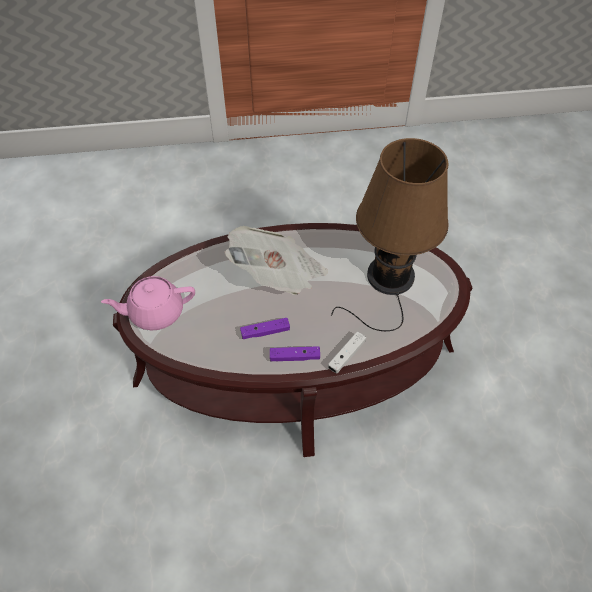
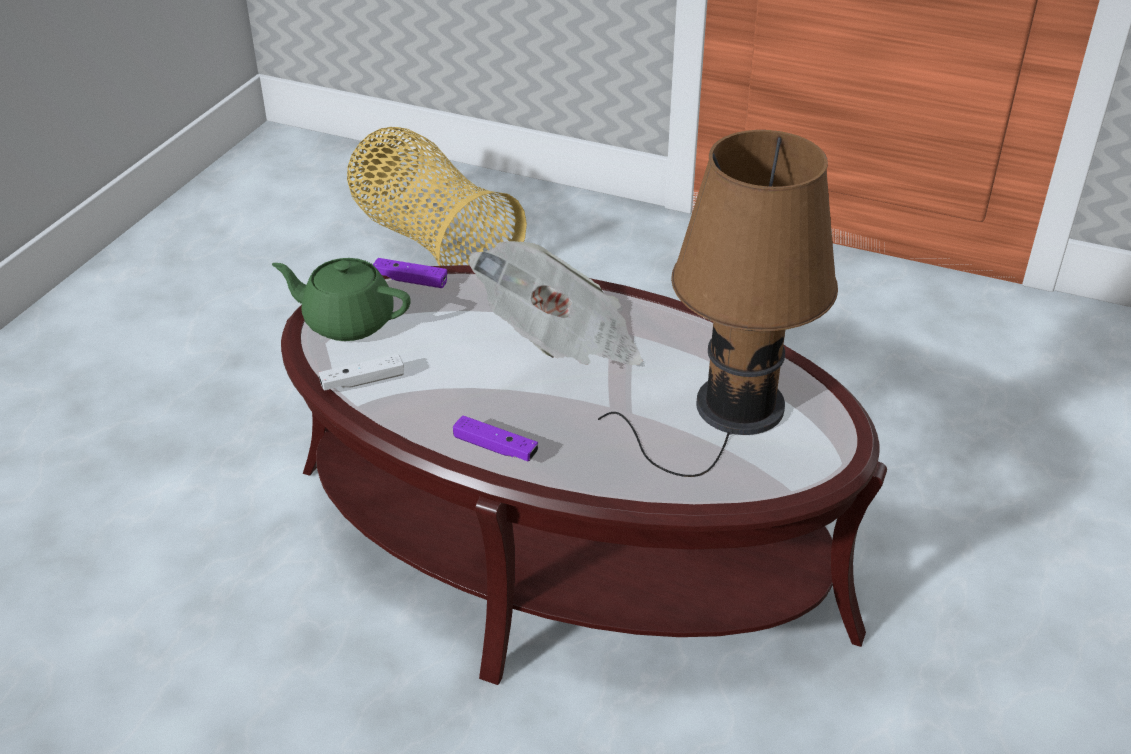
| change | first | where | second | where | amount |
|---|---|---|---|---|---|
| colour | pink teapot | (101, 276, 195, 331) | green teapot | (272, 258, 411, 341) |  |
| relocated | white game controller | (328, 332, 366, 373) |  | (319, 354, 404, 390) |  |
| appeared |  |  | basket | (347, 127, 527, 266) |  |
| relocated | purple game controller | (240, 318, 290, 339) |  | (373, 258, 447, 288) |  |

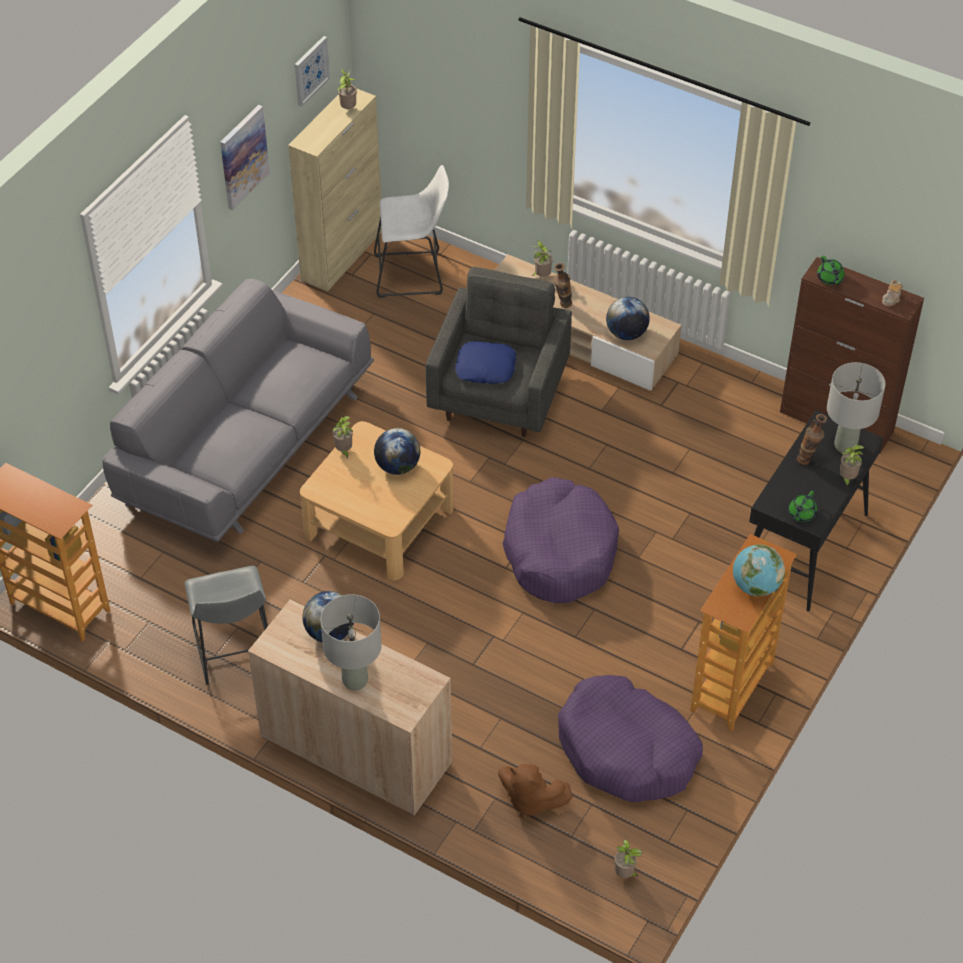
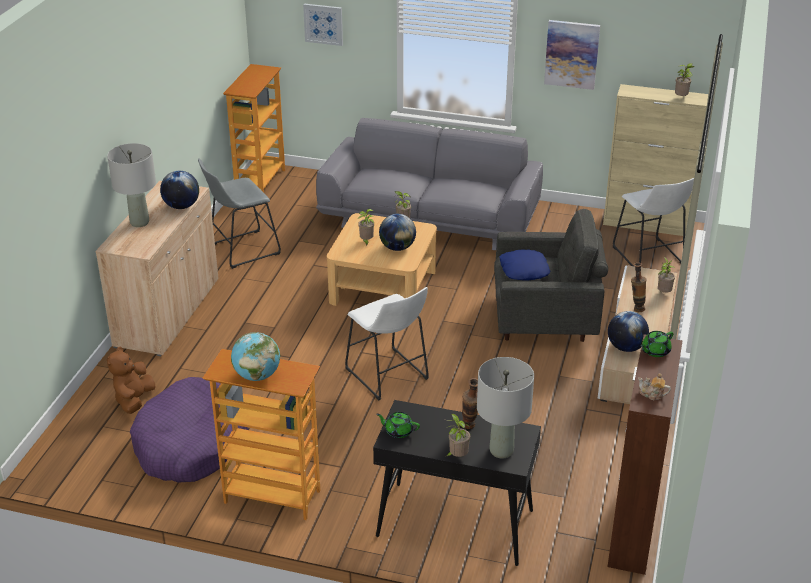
| change | first | where | second | where | amount |
|---|---|---|---|---|---|
| relocated | picture | (295, 36, 330, 107) |  | (303, 4, 343, 46) |  |
| exchanged | purple dog bed | (502, 477, 619, 603) | white stool | (345, 287, 429, 401) |  |
| relocated | potted plant | (614, 839, 643, 878) |  | (358, 209, 374, 247) |  |

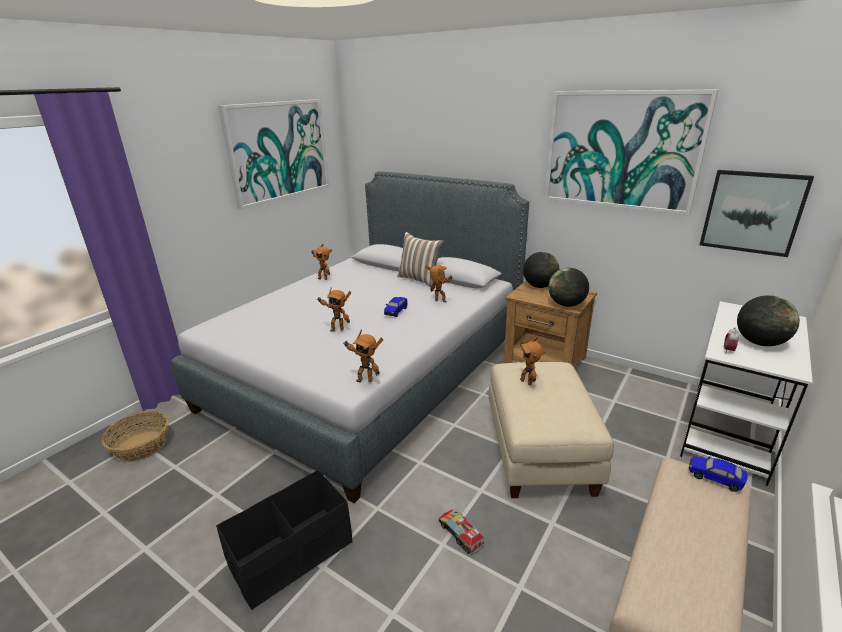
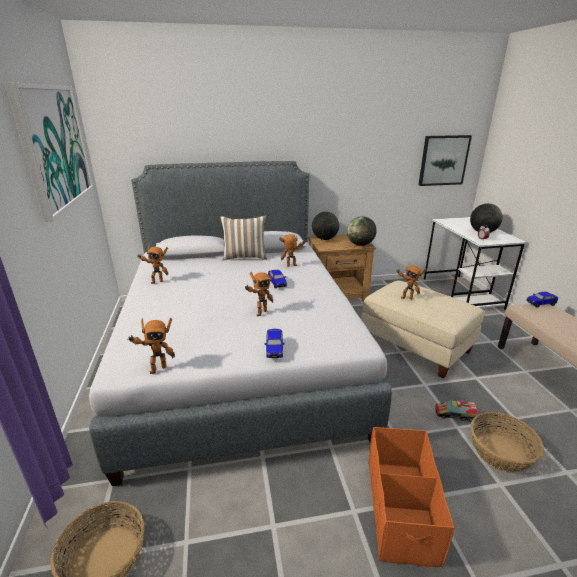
| change | first | where | second | where | amount |
|---|---|---|---|---|---|
| relocated | toy robot | (344, 330, 383, 383) |  | (127, 318, 175, 374) |  |
| appeared |  |  | toy car | (264, 329, 284, 358) |  |
| colour | black storage box | (216, 470, 352, 610) | orange storage box | (368, 427, 454, 567) |  |
| appeared |  |  | basket | (471, 412, 544, 473) |  |
| missing | picture | (545, 89, 718, 215) |  |  |  |

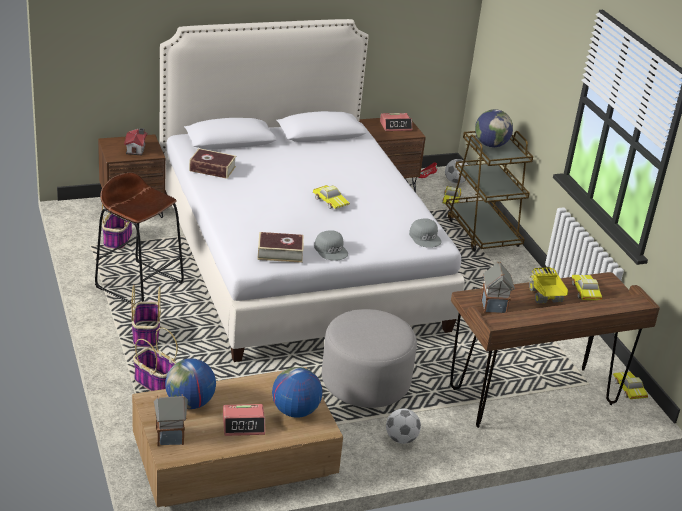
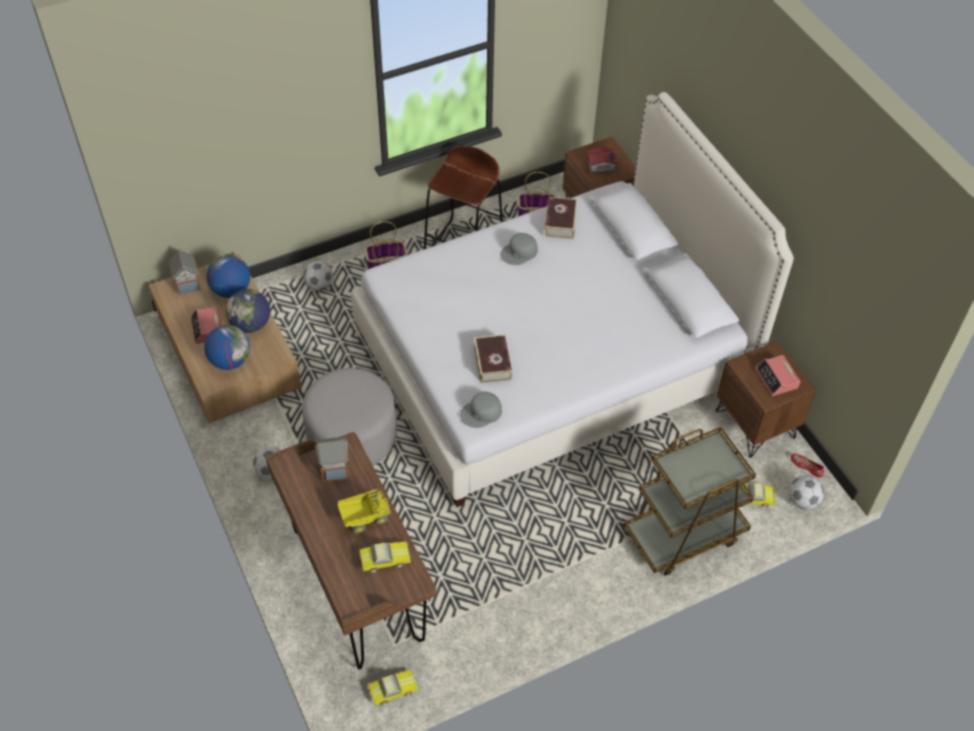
| change | first | where | second | where | amount |
|---|---|---|---|---|---|
| relocated | globe | (475, 109, 513, 147) |  | (226, 289, 270, 333) |  |
| exchanged | basket | (133, 327, 178, 391) | football | (303, 261, 333, 291) |  |
| relocated | book | (257, 232, 304, 263) |  | (474, 334, 513, 383) |  |
| relocated | grey cap | (314, 230, 348, 261) |  | (500, 233, 538, 265) |  |
| missing | toy car | (313, 185, 350, 209) |  |  |  |

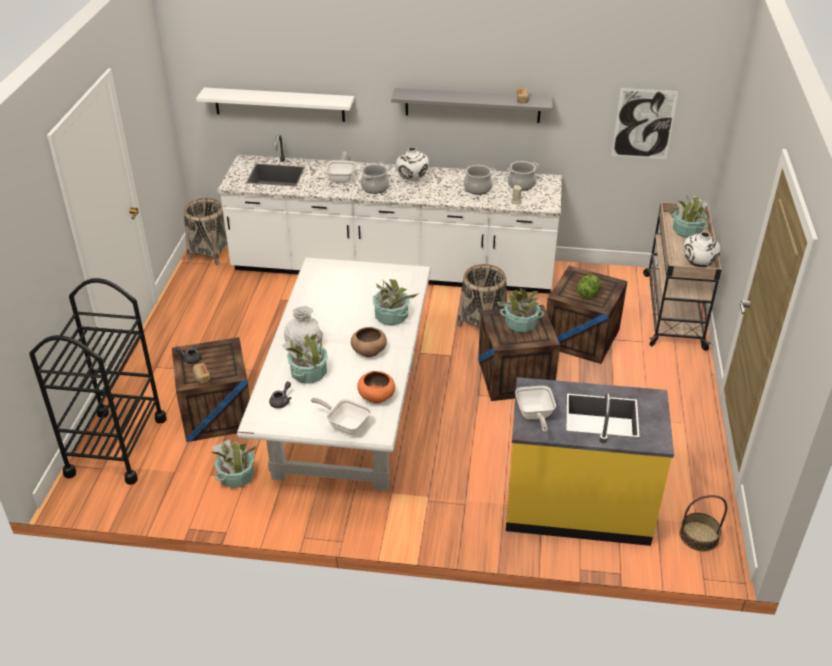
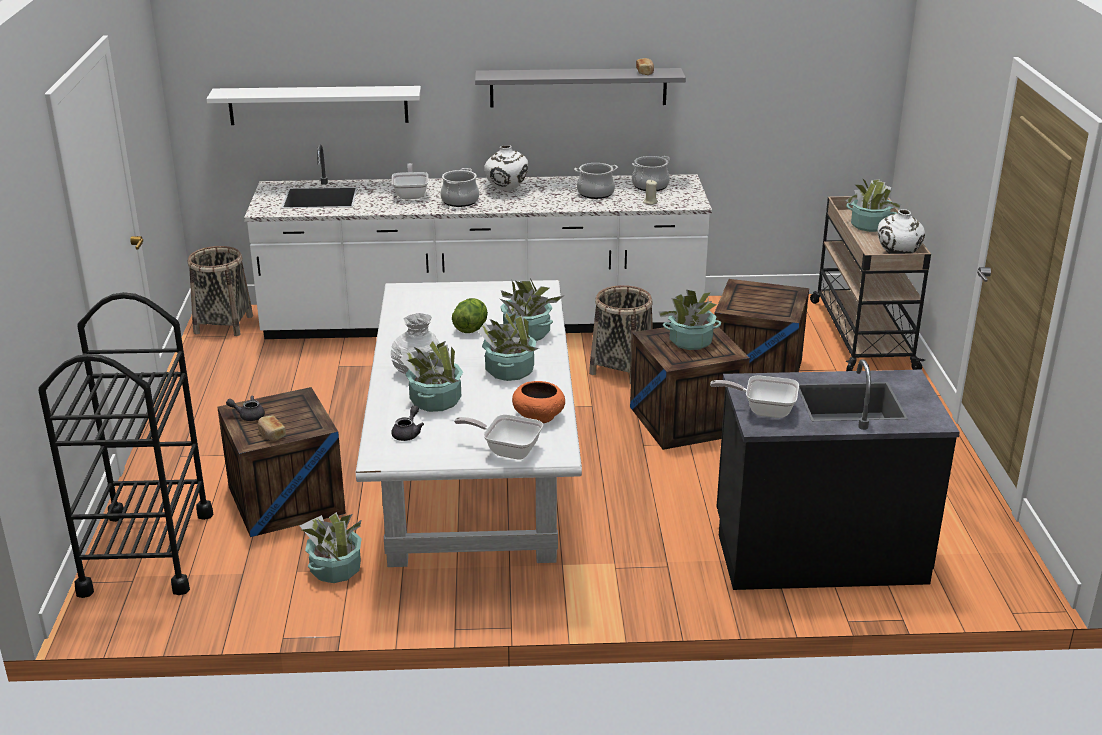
| change | first | where | second | where | amount |
|---|---|---|---|---|---|
| relocated | lettuce | (576, 275, 601, 299) |  | (452, 298, 488, 333) |  |
| exchanged | brown bowl | (351, 327, 387, 357) | potted plant | (478, 312, 539, 381) |  |
| spun | frying pan | (515, 386, 556, 433) |  | (710, 375, 799, 418) | 120 degrees clockwise |
| colour | yellow counter | (506, 377, 674, 546) | black counter | (716, 359, 960, 590) |  |
| missing | picture | (611, 88, 678, 159) |  |  |  |
| missing | basket | (680, 495, 727, 551) |  |  |  |

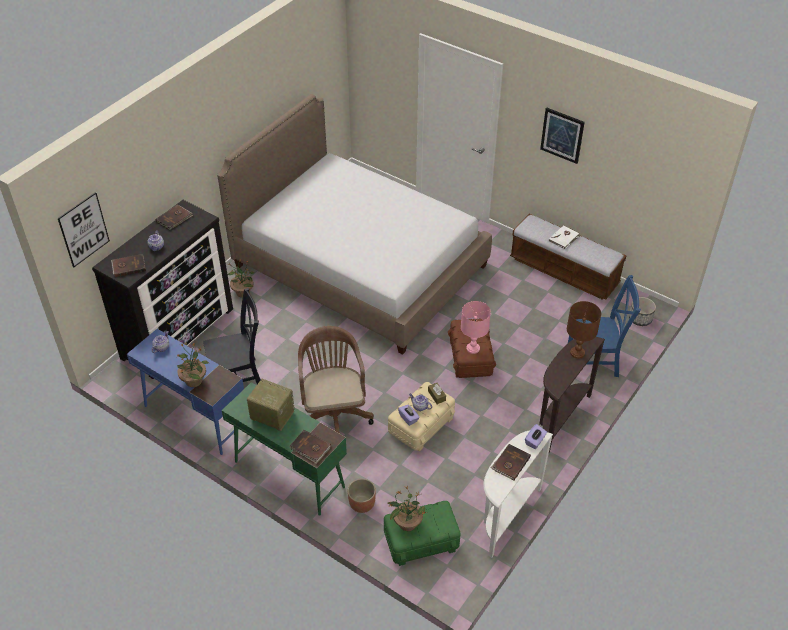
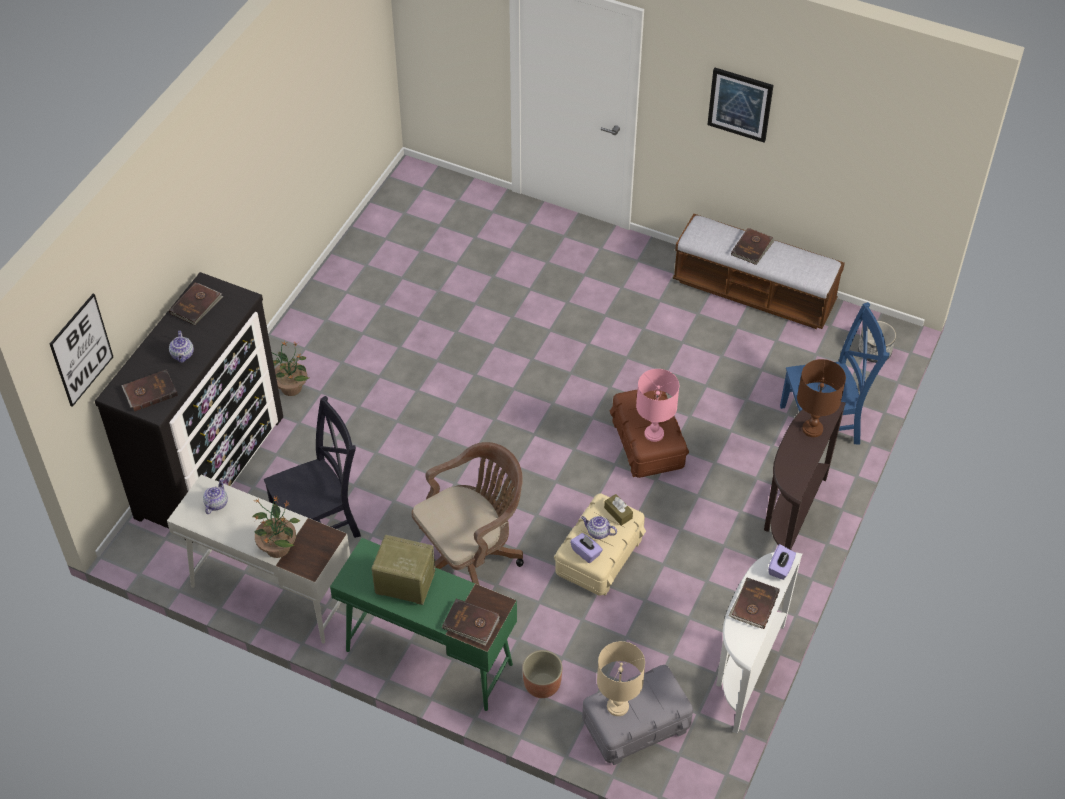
| change | first | where | second | where | amount |
|---|---|---|---|---|---|
| colour | blue desk | (127, 329, 244, 455) | white desk | (167, 475, 350, 644) |  |
| spun | brown office chair | (298, 326, 374, 434) |  | (411, 442, 524, 585) | 75 degrees clockwise |
| colour | green storage box | (384, 501, 461, 566) | grey storage box | (582, 665, 693, 765) |  |
| exchanged | potted plant | (388, 486, 427, 531) | beige table lamp | (597, 641, 645, 716) |  |
| colour | white book | (549, 225, 581, 249) | brown book | (731, 228, 775, 265) |  |
| missing | bed | (217, 94, 492, 355) |  |  |  |

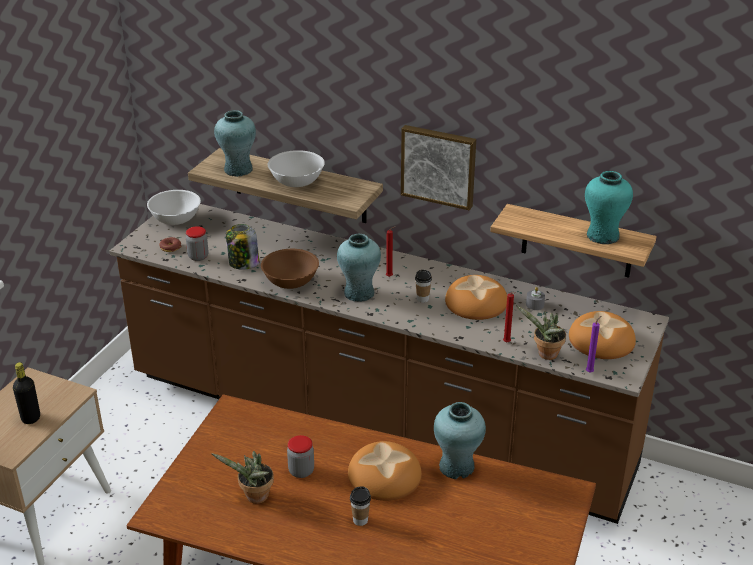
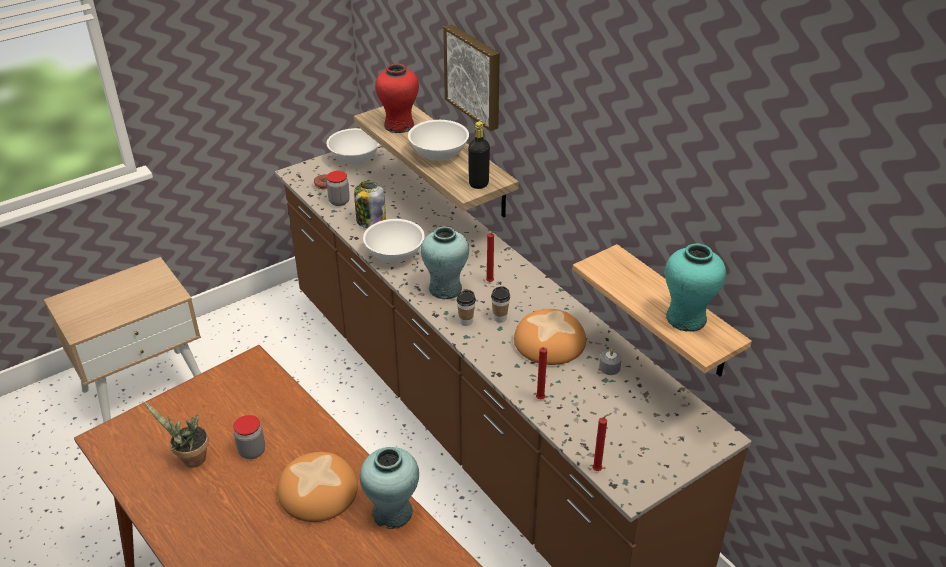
| change | first | where | second | where | amount |
|---|---|---|---|---|---|
| colour | brown bowl | (261, 249, 319, 289) | white bowl | (363, 219, 425, 263) |  |
| colour | turquoise vase | (214, 110, 256, 177) | red vase | (375, 63, 419, 133) |  |
| relocated | picture | (401, 125, 476, 210) |  | (443, 24, 500, 131) |  |
| relocated | cup | (350, 487, 371, 526) |  | (456, 290, 476, 326) |  |
| relocated | black bottle | (13, 362, 40, 424) |  | (468, 121, 490, 189) |  |
| colour | purple candle | (586, 316, 601, 373) | red candle | (592, 413, 612, 471) |  |
| missing | potted plant | (516, 305, 566, 360) |  |  |  |
| missing | bread | (569, 311, 636, 359) |  |  |  |

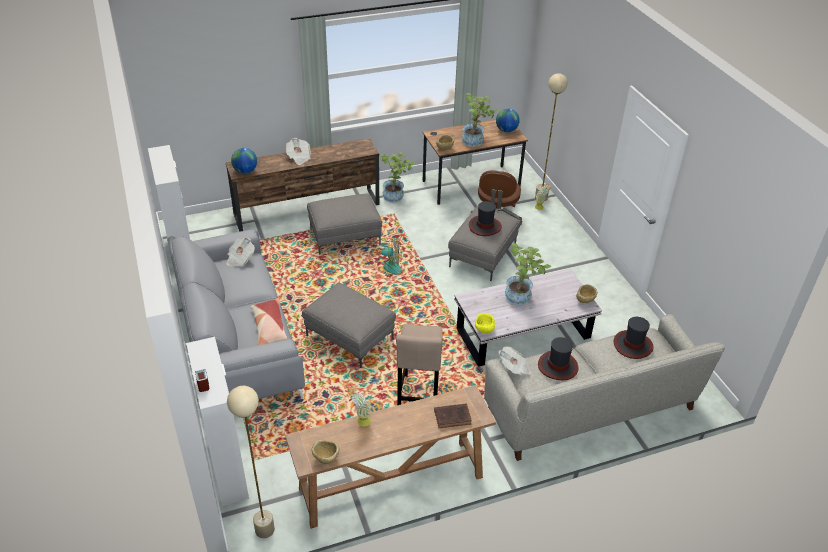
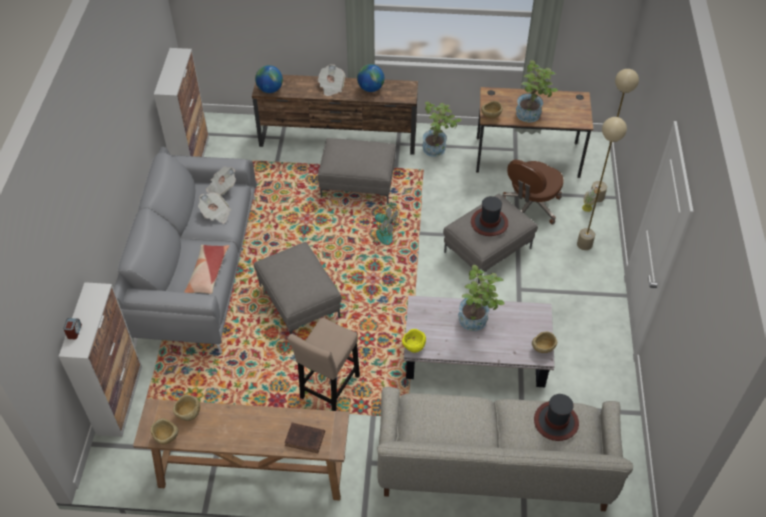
| change | first | where | second | where | amount |
|---|---|---|---|---|---|
| appeared |  |  | beige bowl | (173, 395, 200, 421) |  |
| relocated | newspaper | (499, 346, 531, 375) |  | (198, 192, 231, 224) |  |
| relocated | globe | (496, 108, 520, 132) |  | (357, 64, 385, 92) |  |
| relocated | beige floor lamp | (227, 386, 275, 538) |  | (577, 117, 627, 250) |  |
| missing | potted plant | (348, 386, 372, 426) |  |  |  |
| missing | hat | (538, 337, 578, 380) |  |  |  |

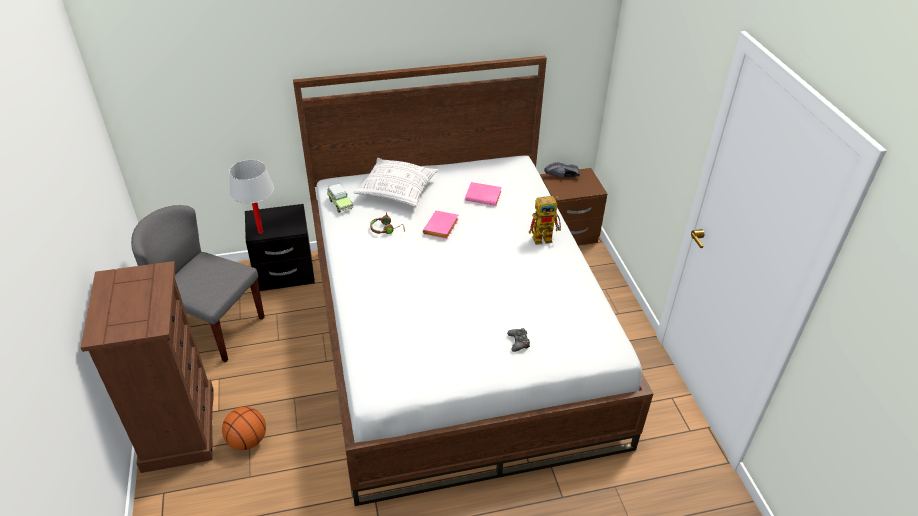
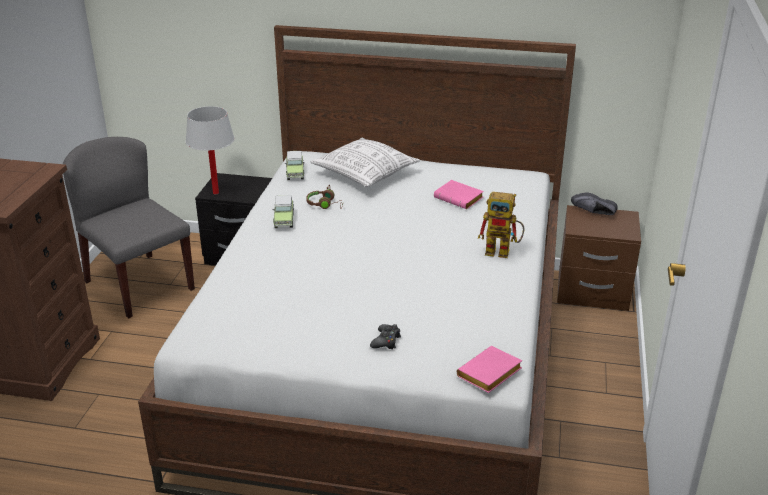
| change | first | where | second | where | amount |
|---|---|---|---|---|---|
| appeared |  |  | toy car | (273, 195, 294, 228) |  |
| relocated | pink book | (423, 211, 459, 239) |  | (457, 346, 522, 393) |  |
| missing | basketball | (222, 407, 266, 450) |  |  |  |

